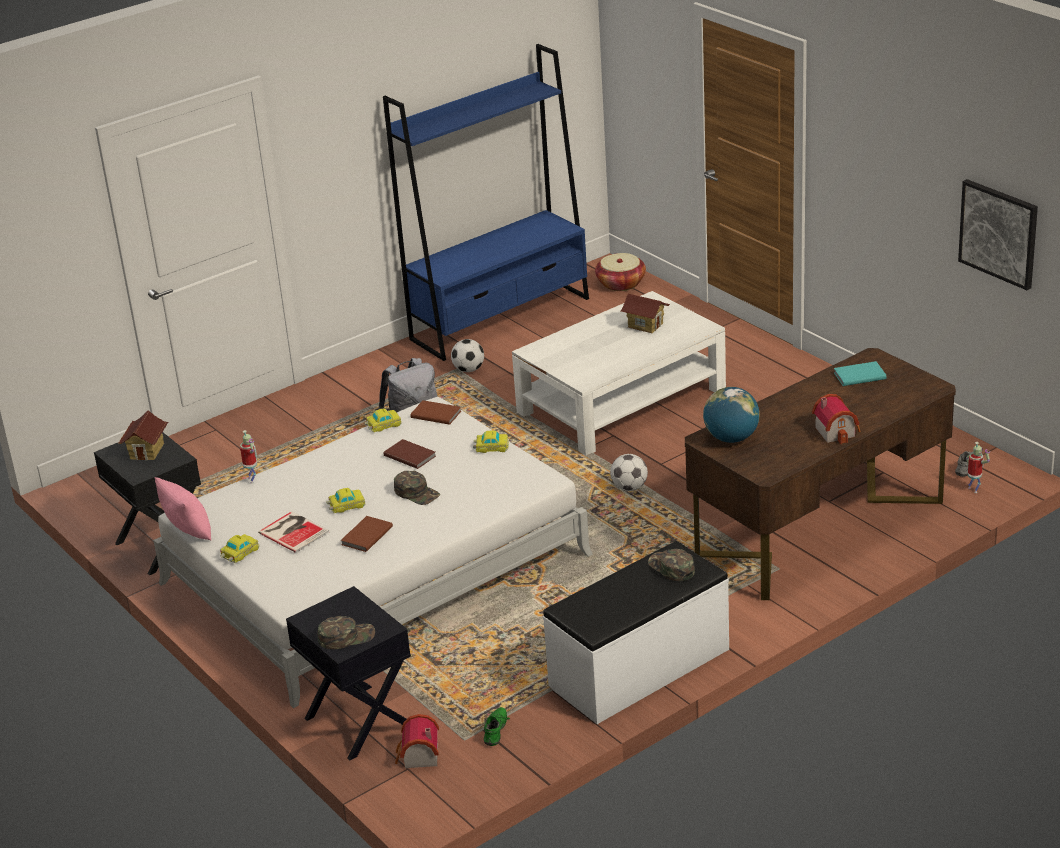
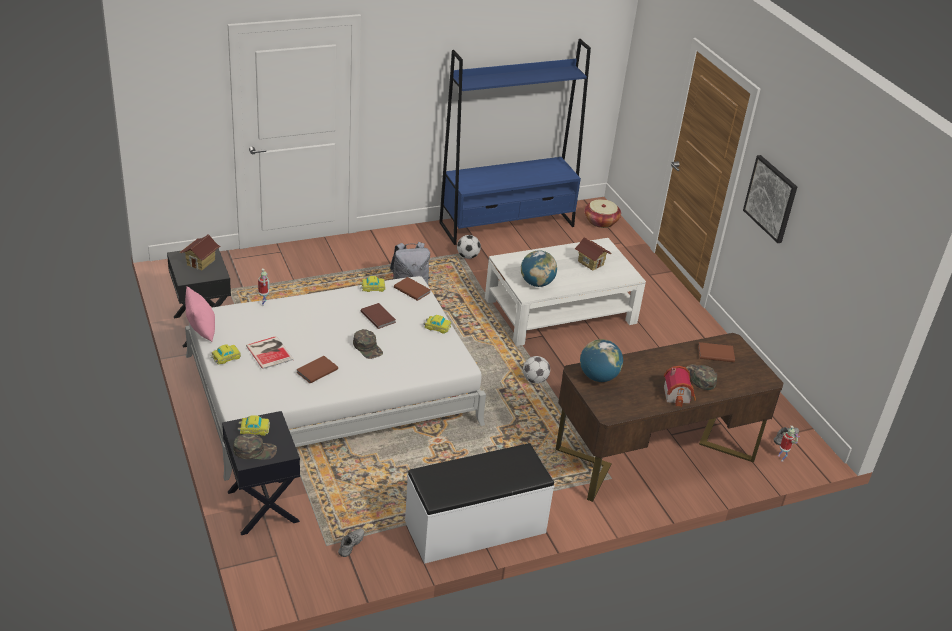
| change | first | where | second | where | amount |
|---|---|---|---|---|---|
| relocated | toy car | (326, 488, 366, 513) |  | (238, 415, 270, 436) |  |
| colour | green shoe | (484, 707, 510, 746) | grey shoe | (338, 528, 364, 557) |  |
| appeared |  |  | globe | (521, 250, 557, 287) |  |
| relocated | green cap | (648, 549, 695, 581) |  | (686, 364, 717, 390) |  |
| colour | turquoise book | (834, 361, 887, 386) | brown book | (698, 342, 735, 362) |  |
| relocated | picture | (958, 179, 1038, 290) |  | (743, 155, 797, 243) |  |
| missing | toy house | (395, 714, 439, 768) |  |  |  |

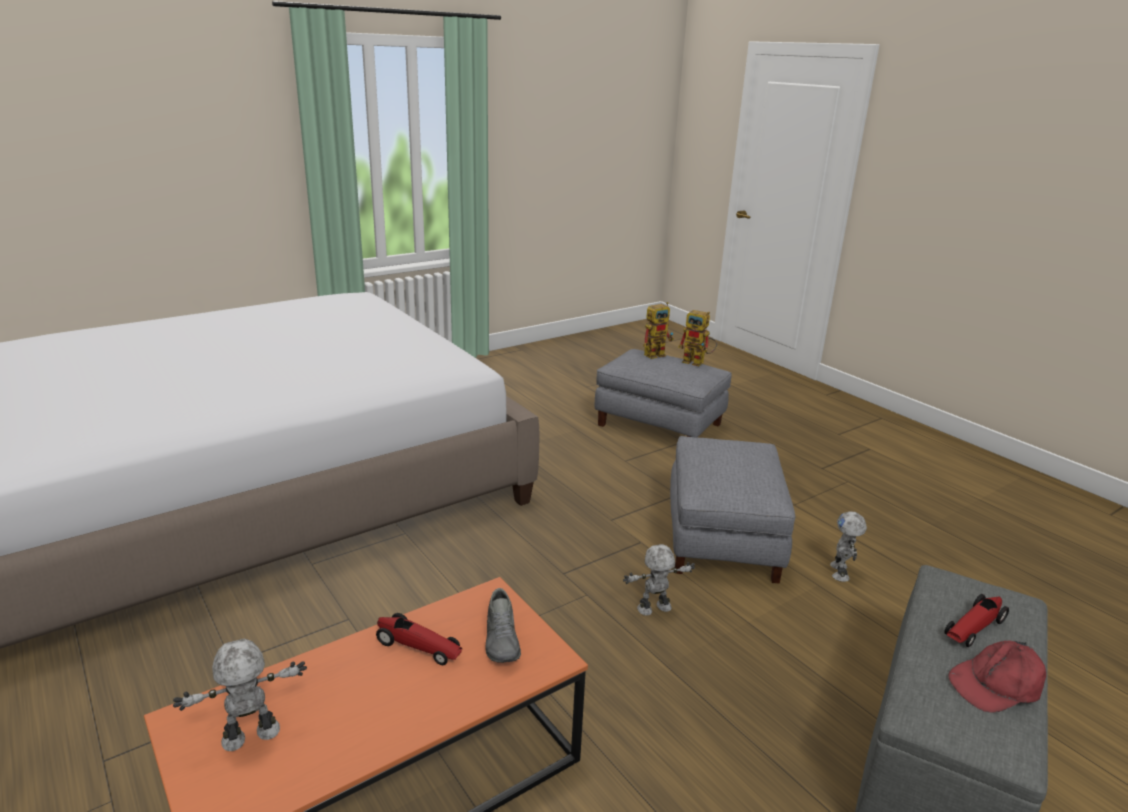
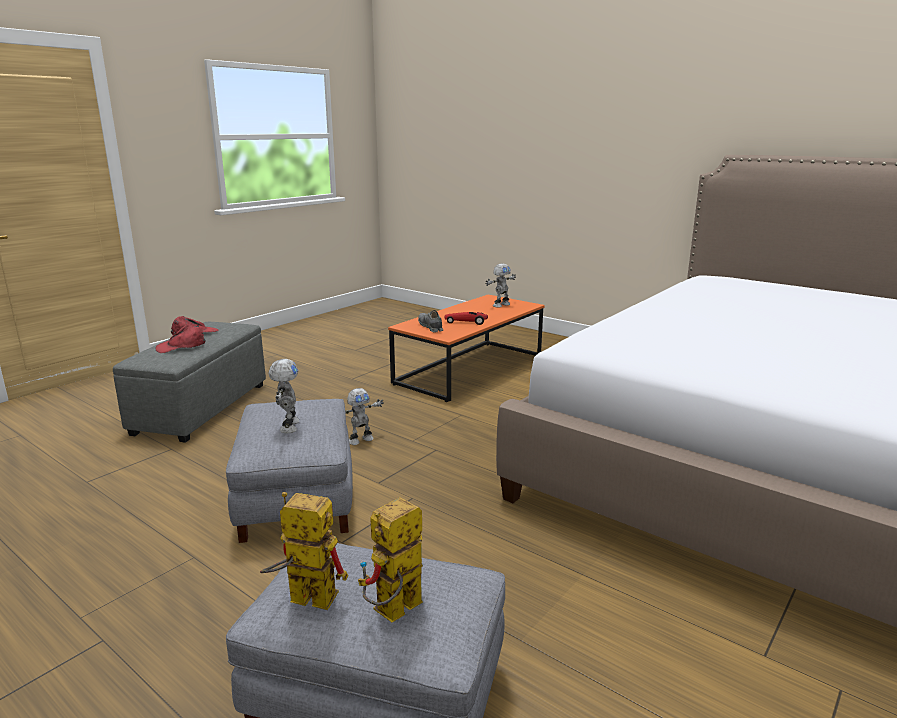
| change | first | where | second | where | amount |
|---|---|---|---|---|---|
| exchanged | toy car | (944, 594, 1009, 647) | red cap | (155, 325, 206, 353) |  |
| relocated | toy robot | (830, 511, 867, 582) |  | (269, 359, 300, 433) |  |

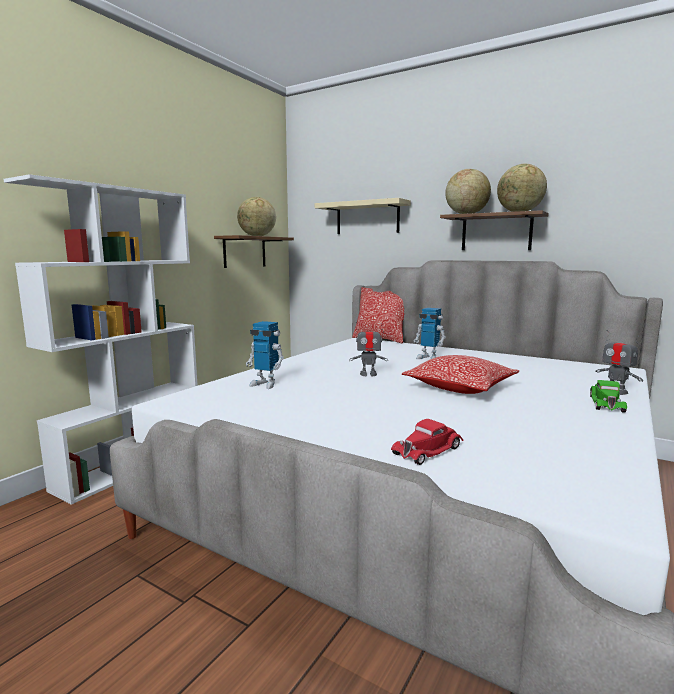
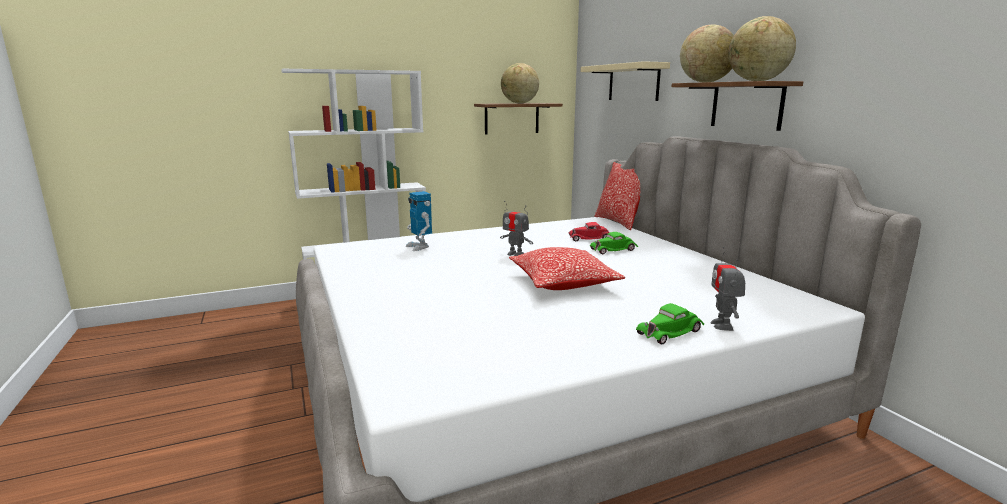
| change | first | where | second | where | amount |
|---|---|---|---|---|---|
| relocated | red toy car | (391, 419, 464, 465) |  | (568, 222, 610, 241) |  |
| exchanged | toy robot | (413, 308, 446, 359) | green toy car | (590, 232, 638, 254) |  |

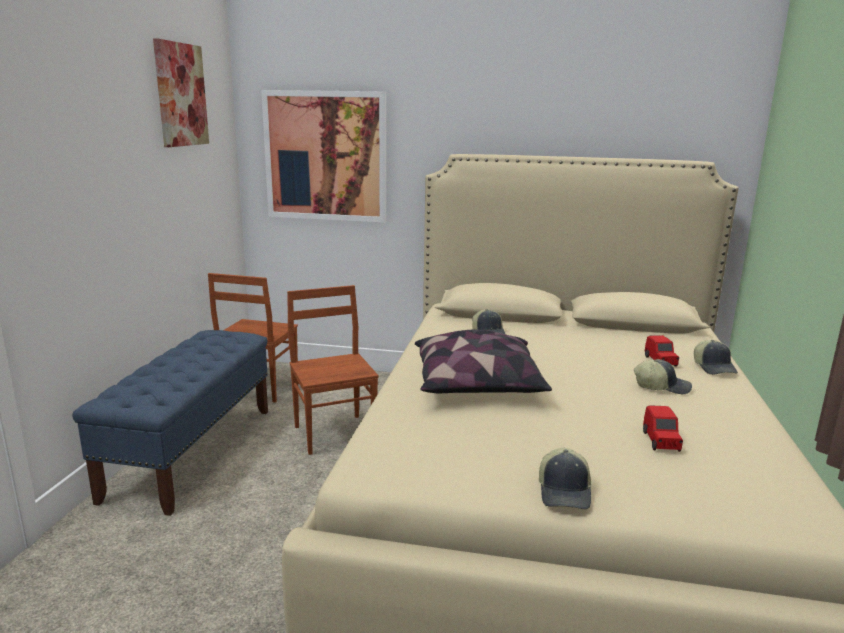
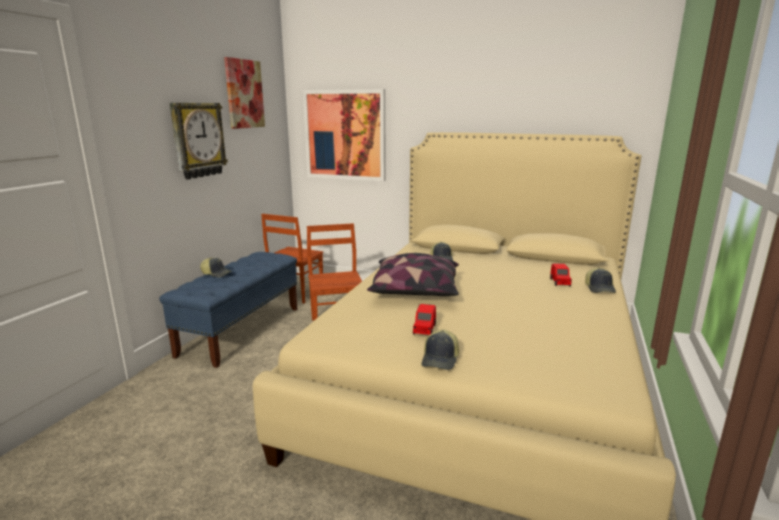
| change | first | where | second | where | amount |
|---|---|---|---|---|---|
| appeared |  |  | wall clock | (170, 103, 228, 180) |  |
| relocated | cap | (634, 359, 692, 394) |  | (200, 258, 232, 278) |  |
| relocated | red toy car | (643, 405, 683, 452) |  | (413, 304, 436, 335) |  |

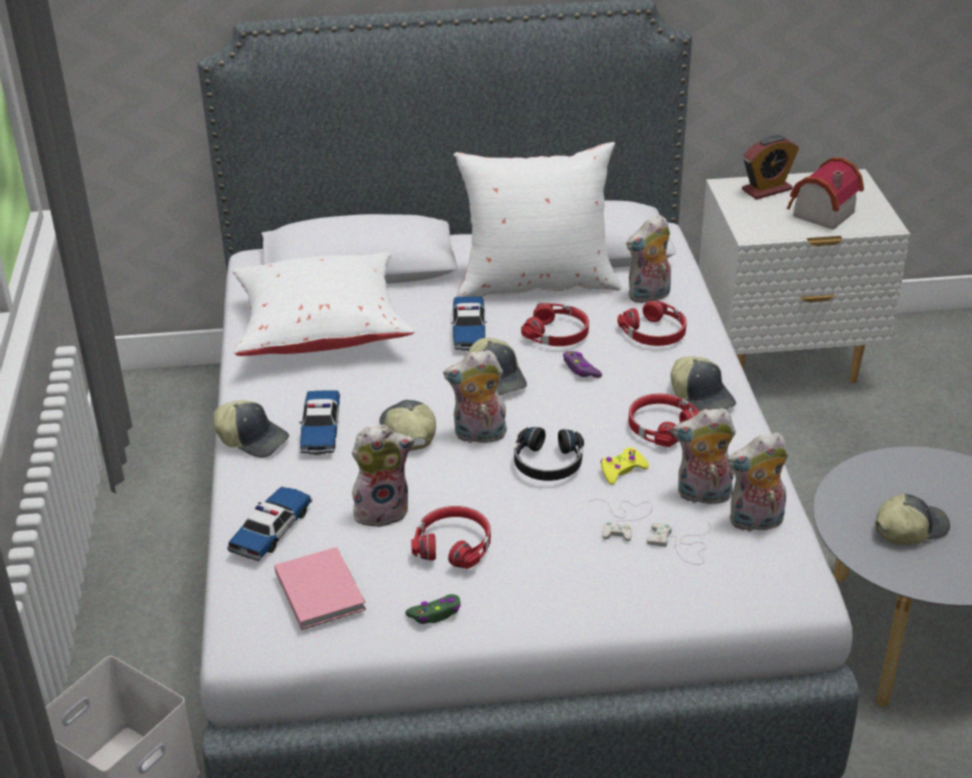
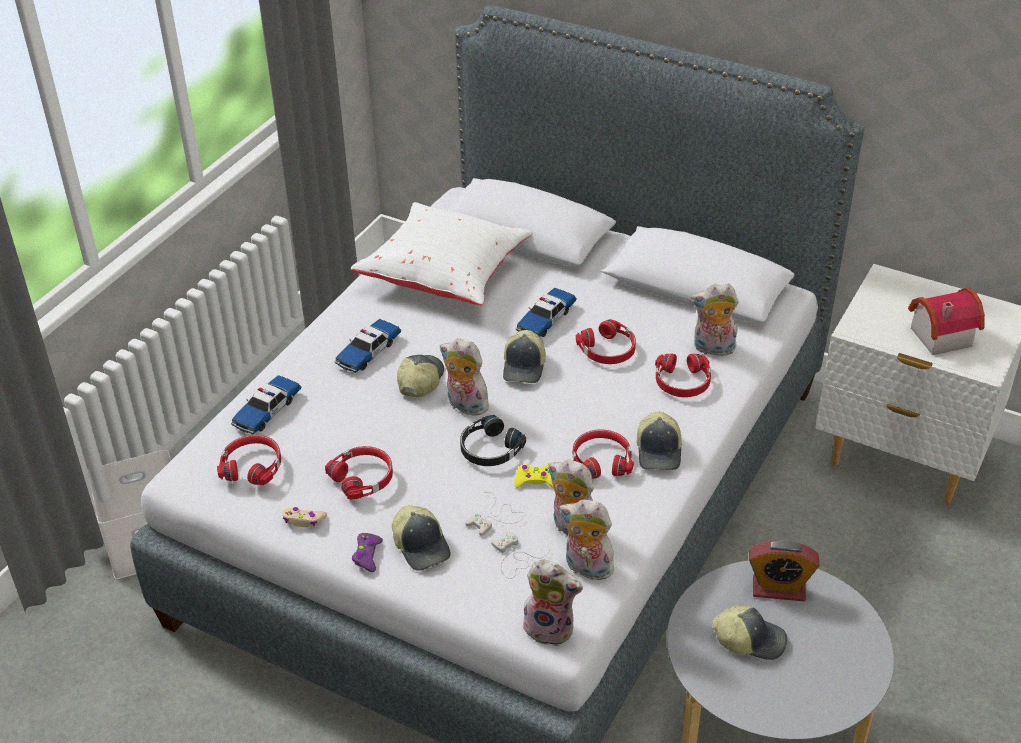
| change | first | where | second | where | amount |
|---|---|---|---|---|---|
| exchanged | pink book | (275, 547, 366, 630) | red headphones | (217, 435, 281, 485) |  |
| spun | toy car | (227, 487, 312, 561) |  | (231, 375, 301, 434) | 150 degrees clockwise |
| colour | green game controller | (405, 594, 461, 624) | beige game controller | (283, 507, 327, 527) |  |
| relocated | purple game controller | (563, 351, 602, 378) |  | (352, 533, 383, 572) |  |
| relocated | cap | (213, 400, 289, 458) |  | (392, 506, 451, 571) |  |
| relocated | plush toy | (352, 425, 415, 527) |  | (523, 559, 583, 646) |  |
| relocated | alarm clock | (742, 135, 799, 200) |  | (749, 540, 819, 601) |  |
| missing | white pillow | (454, 142, 621, 297) |  |  |  |

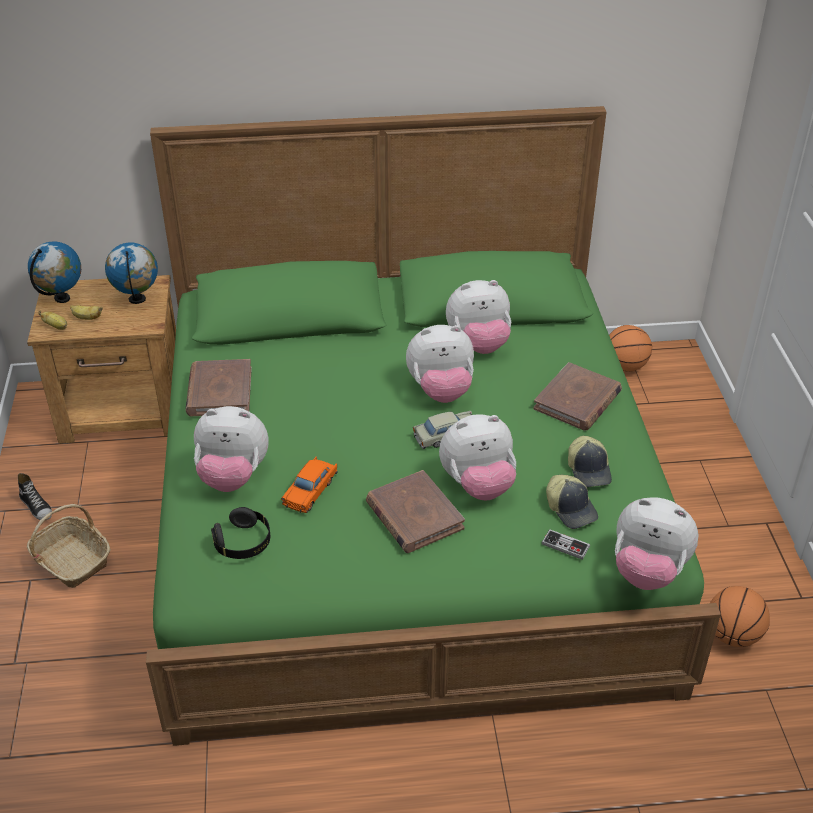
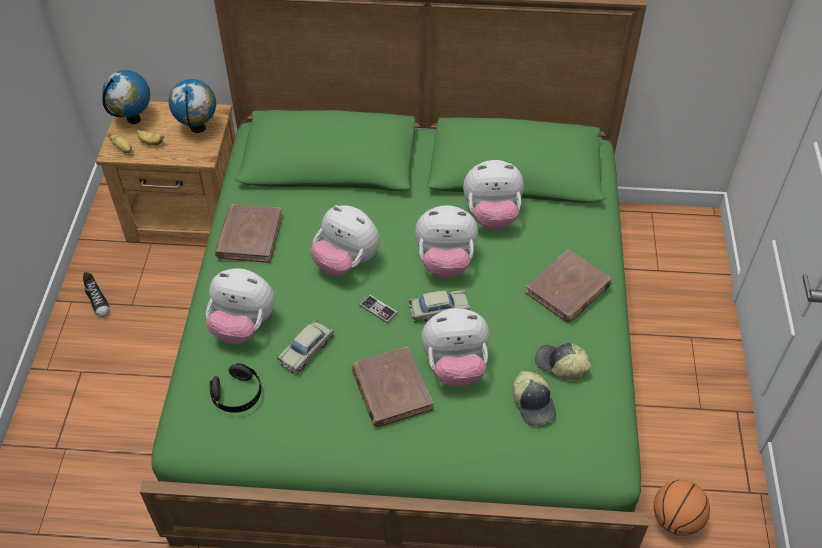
| change | first | where | second | where | amount |
|---|---|---|---|---|---|
| colour | orange toy car | (281, 456, 338, 513) | beige toy car | (277, 319, 334, 374) |  |
| relocated | plush toy | (615, 497, 698, 590) |  | (310, 205, 380, 276) |  |
| relocated | game controller | (542, 529, 590, 560) |  | (360, 294, 398, 324) |  |
| spun | cap | (568, 436, 612, 487) |  | (535, 343, 591, 380) | 120 degrees clockwise |
| missing | basket | (27, 504, 111, 588) |  |  |  |
| missing | basketball | (609, 325, 652, 372) |  |  |  |

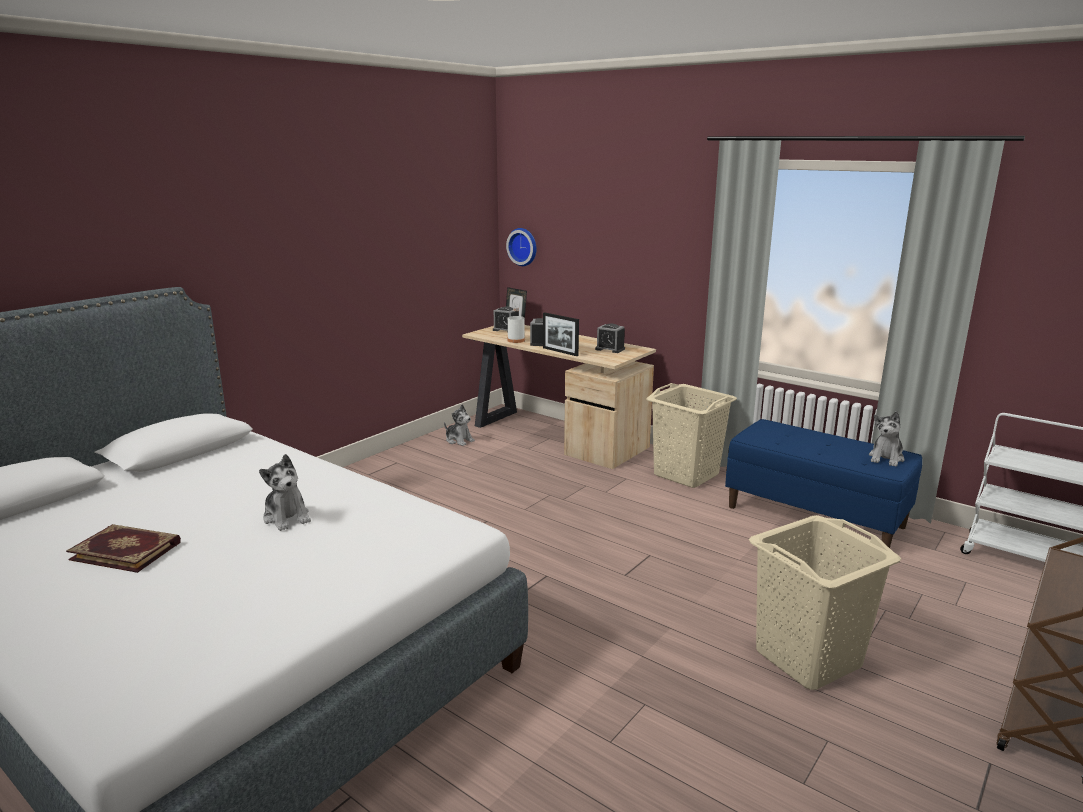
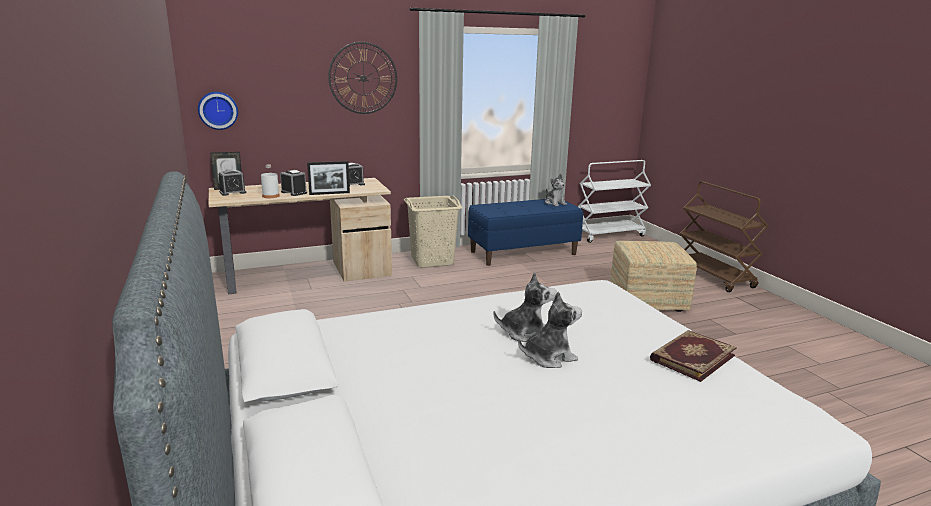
| change | first | where | second | where | amount |
|---|---|---|---|---|---|
| appeared |  |  | wall clock | (328, 42, 397, 114) |  |
| relocated | plush toy | (444, 404, 475, 446) |  | (518, 292, 582, 368) |  |
| exchanged | beige laundry basket | (749, 515, 901, 690) | ottoman | (610, 241, 697, 312) |  |
| relocated | book | (66, 524, 181, 573) |  | (650, 330, 737, 382) |  |

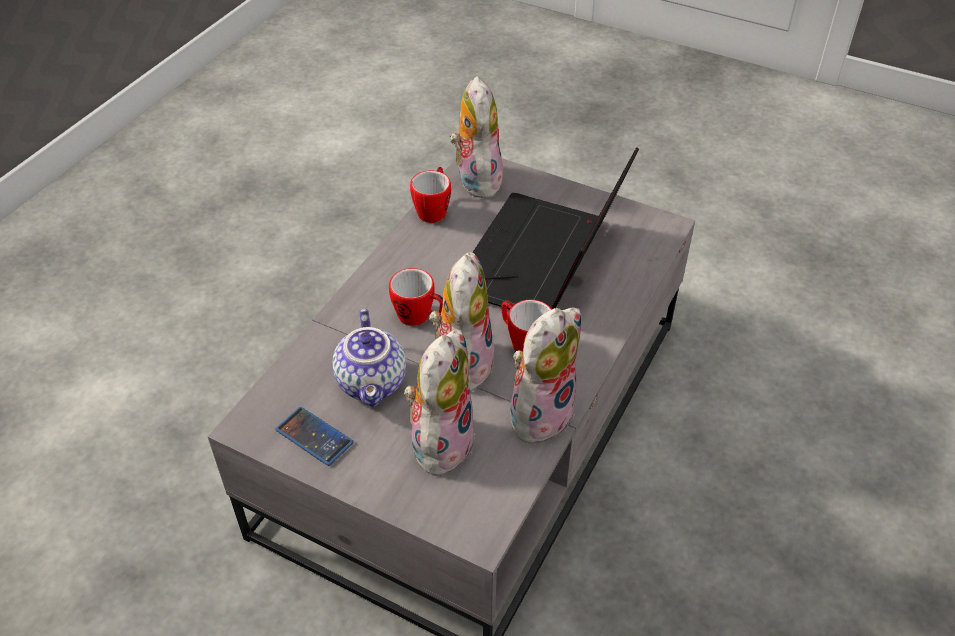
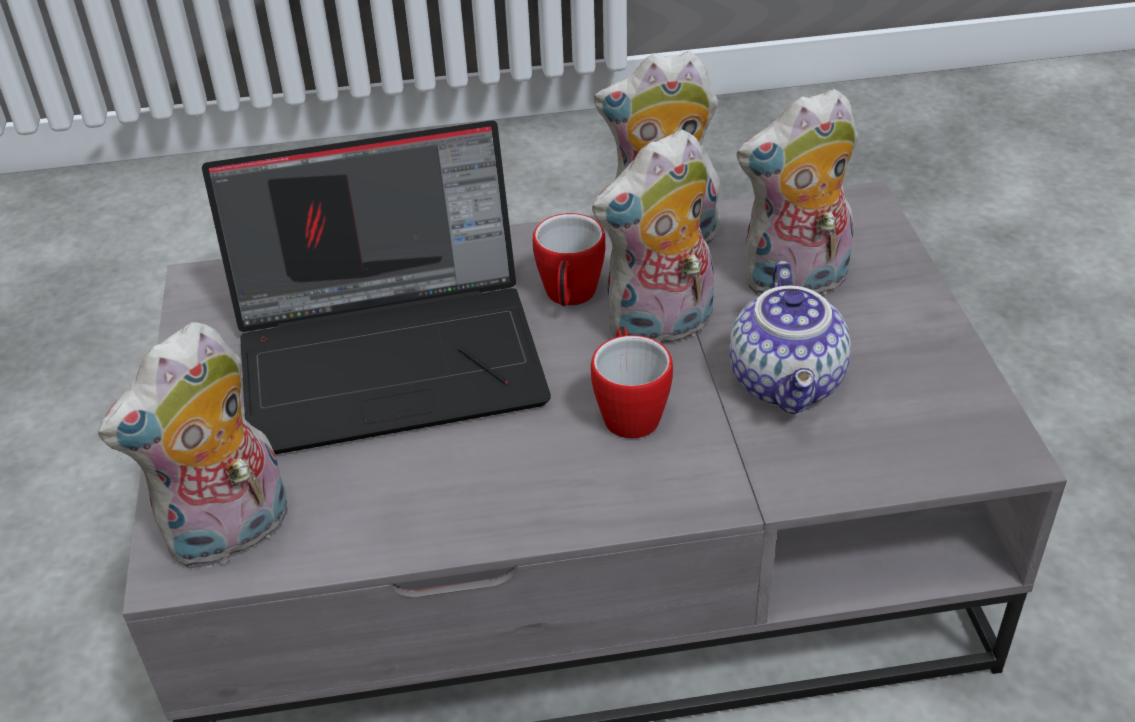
| change | first | where | second | where | amount |
|---|---|---|---|---|---|
| spun | teapot | (332, 309, 406, 407) |  | (729, 261, 851, 414) | 135 degrees clockwise |
| missing | phone | (276, 407, 353, 466) |  |  |  |
| missing | mug | (410, 167, 451, 223) |  |  |  |

